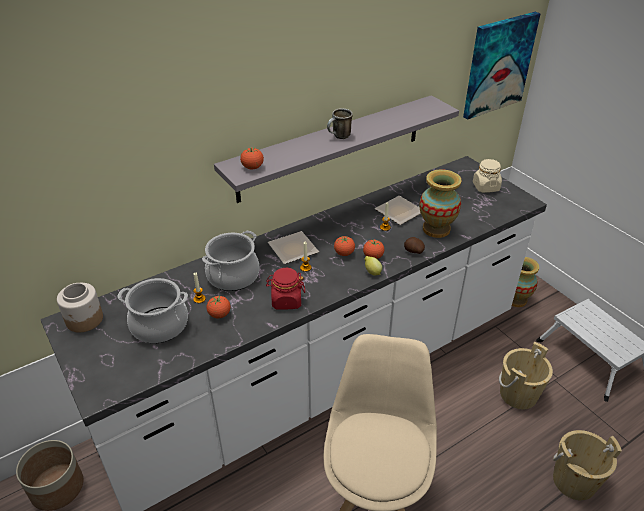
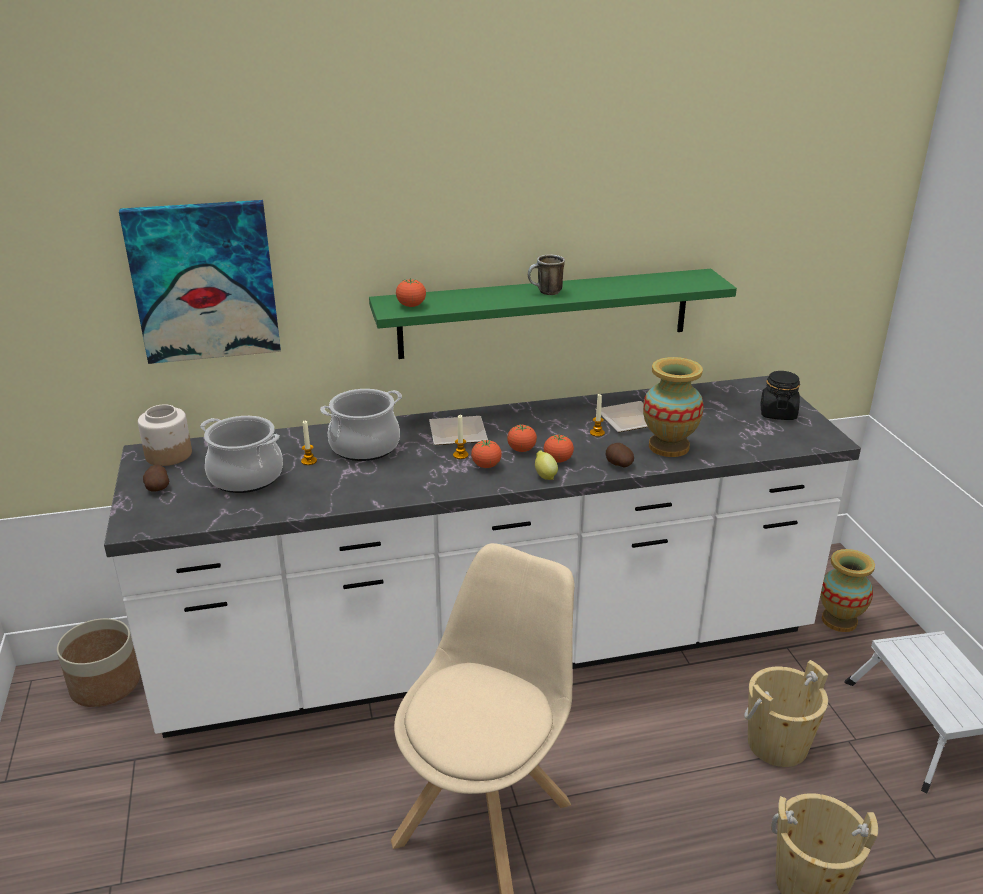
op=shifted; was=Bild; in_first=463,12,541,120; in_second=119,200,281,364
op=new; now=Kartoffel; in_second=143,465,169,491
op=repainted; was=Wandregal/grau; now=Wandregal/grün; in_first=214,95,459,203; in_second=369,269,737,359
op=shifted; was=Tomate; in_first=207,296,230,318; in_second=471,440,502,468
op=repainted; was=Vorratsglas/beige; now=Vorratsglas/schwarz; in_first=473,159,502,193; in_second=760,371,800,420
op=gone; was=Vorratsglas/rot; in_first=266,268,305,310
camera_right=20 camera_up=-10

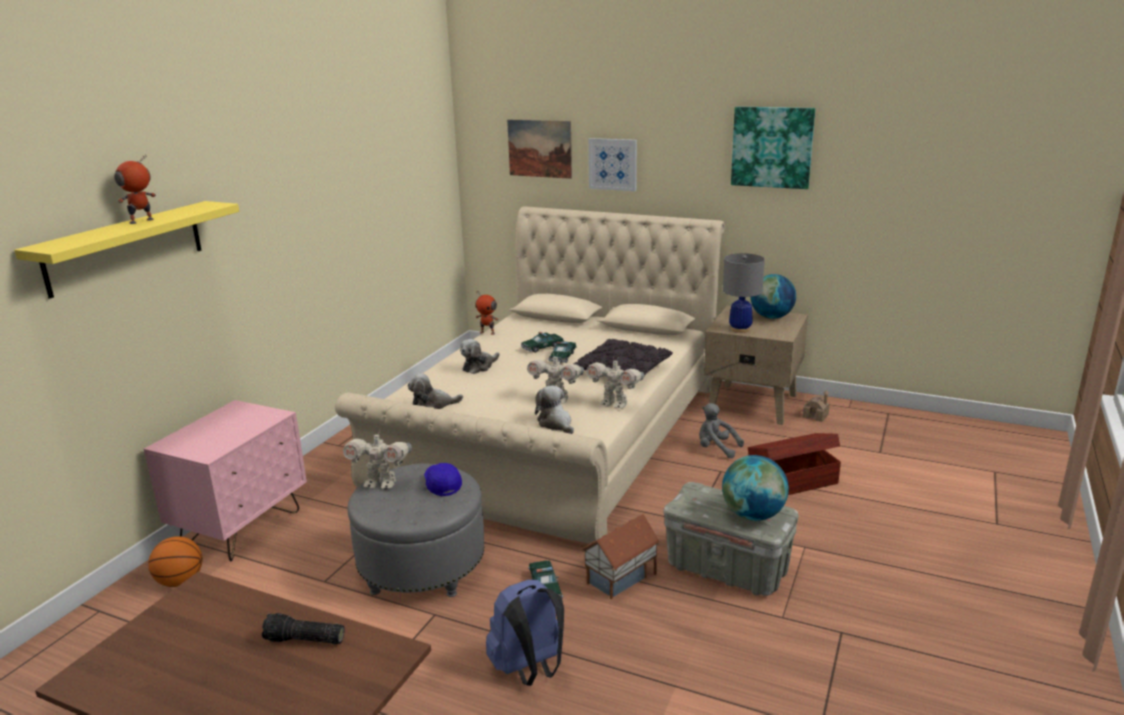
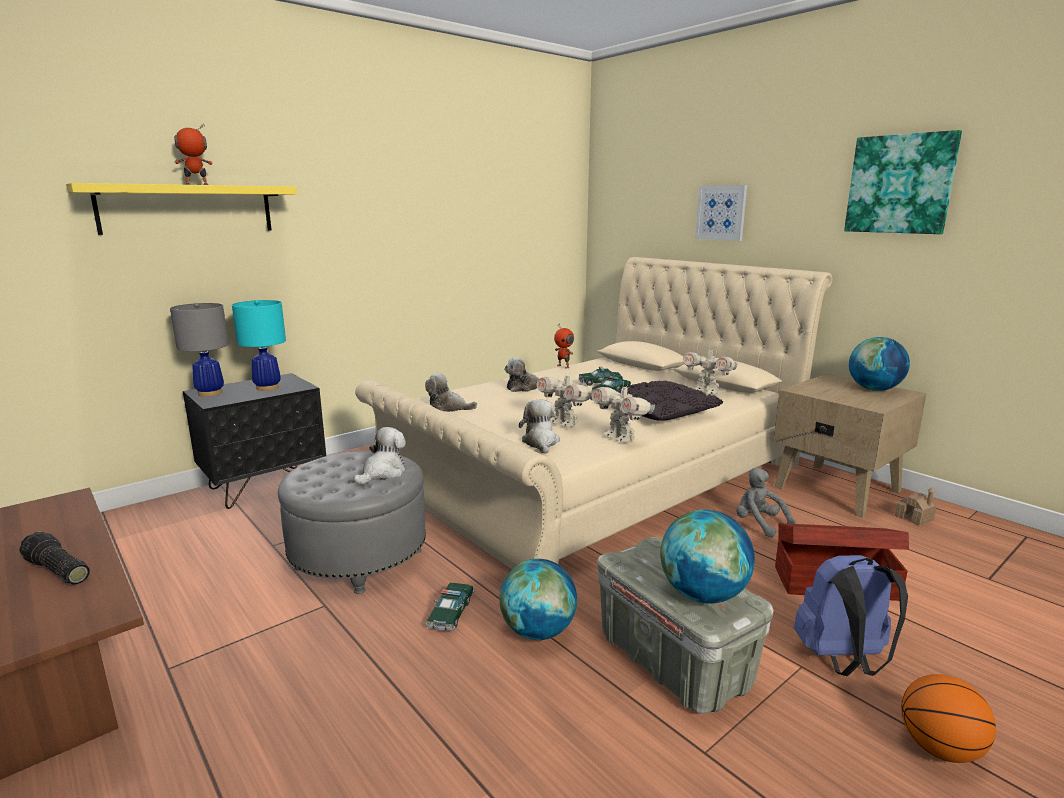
op=shifted; was=Tischlampe/grau; in_first=723,253,765,333; in_second=170,302,229,397
op=repainted; was=Nachttisch/rosa; now=Nachttisch/schwarz; in_first=144,400,307,561; in_second=183,373,326,509
op=new; now=Tischlampe/türkis; in_second=232,299,286,391
op=swapped; was=Kappe/blau; now=Plüschtier; in_first=424,463,462,497; in_second=353,427,406,485
op=swapped; was=Spielzeughaus; now=Globus; in_first=581,514,660,599; in_second=499,559,577,640
op=shifted; was=Spielzeugroboter; in_first=343,430,412,489; in_second=683,347,737,394
op=shifted; was=Rucksack/blau; in_first=486,580,564,686; in_second=794,555,908,676
op=shifted; was=Basketball; in_first=148,536,203,587; in_second=901,674,996,763
op=gone; was=Bild; in_first=507,120,572,179
camera_right=25 camera_up=-5

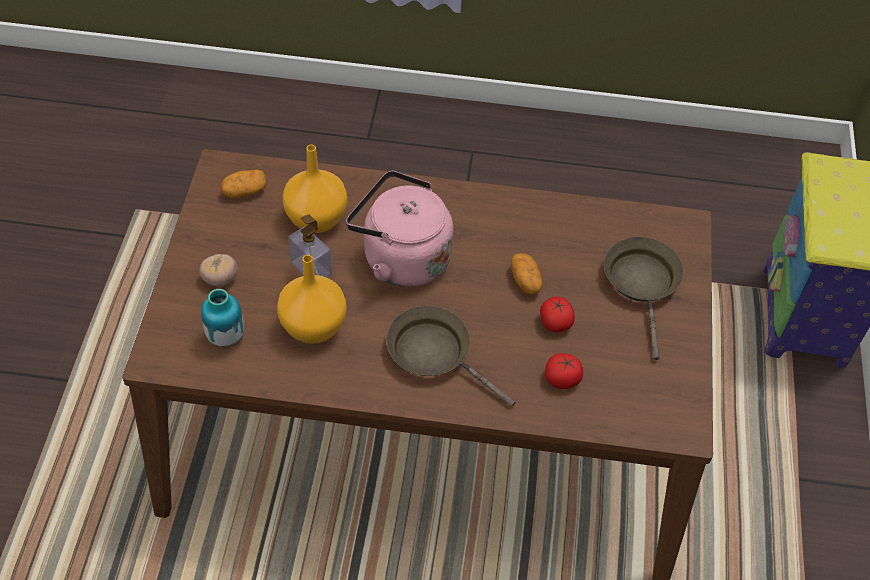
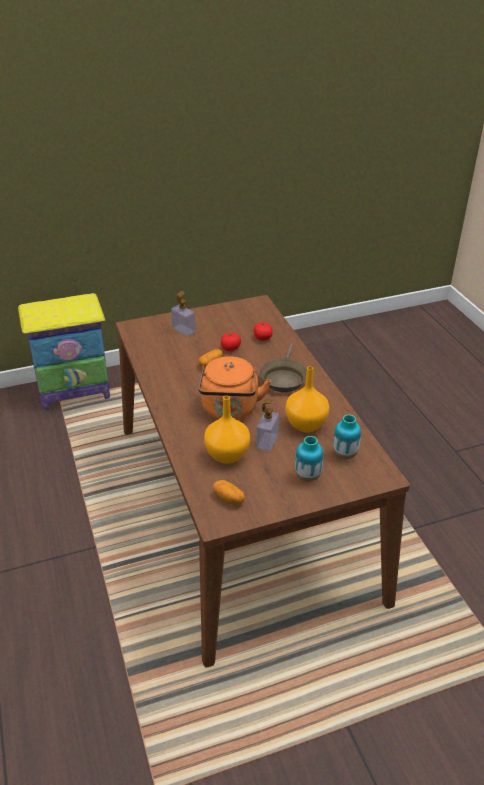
op=swapped; was=Pfanne/braun; now=Seifenspender; in_first=604,237,683,360; in_second=171,291,196,336
op=repainted; was=Wasserkessel/rosa; now=Wasserkessel/orange; in_first=346,170,453,287; in_second=199,356,271,420
op=swapped; was=Tomate; now=Vase; in_first=199,254,238,287; in_second=295,436,323,482
camera_right=-115 camera_up=-15

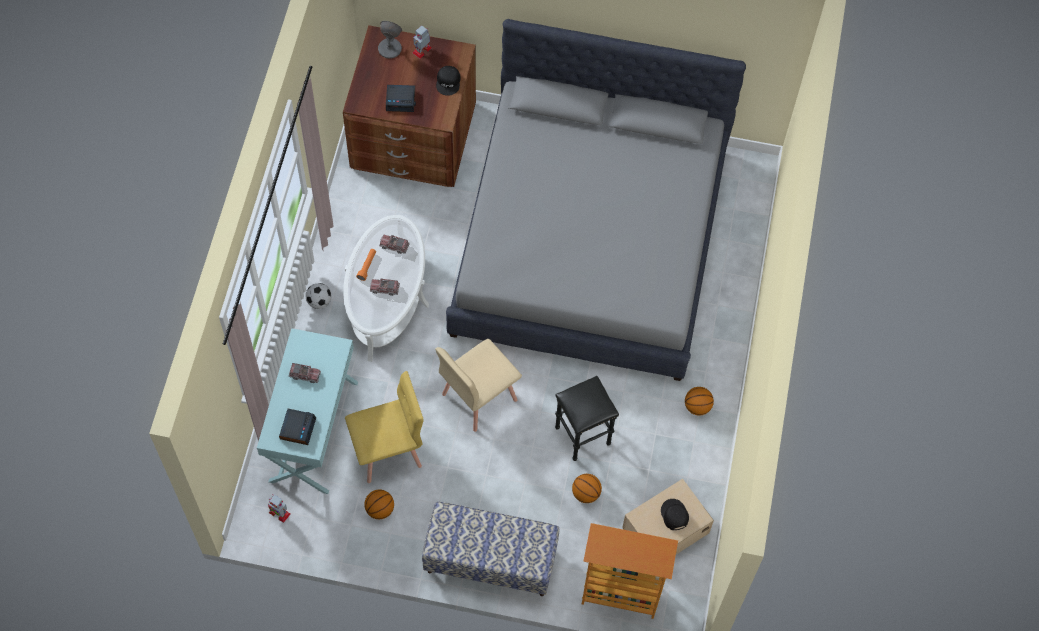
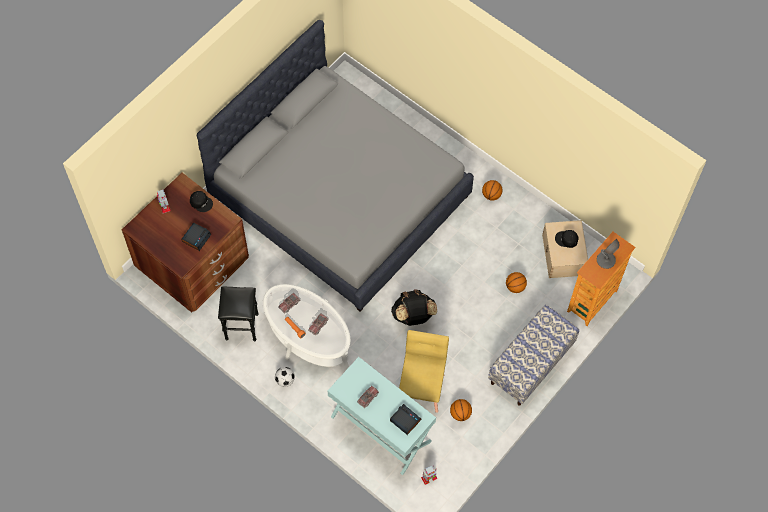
op=shifted; was=Hocker/schwarz; in_first=555,376,619,461; in_second=218,287,259,341
op=swapped; was=Stuhl/beige; now=Rucksack/schwarz; in_first=435,339,522,432; in_second=391,289,437,326
op=shifted; was=Tischlampe/grau; in_first=378,21,402,59; in_second=597,239,620,269
camera_right=-60 camera_up=0

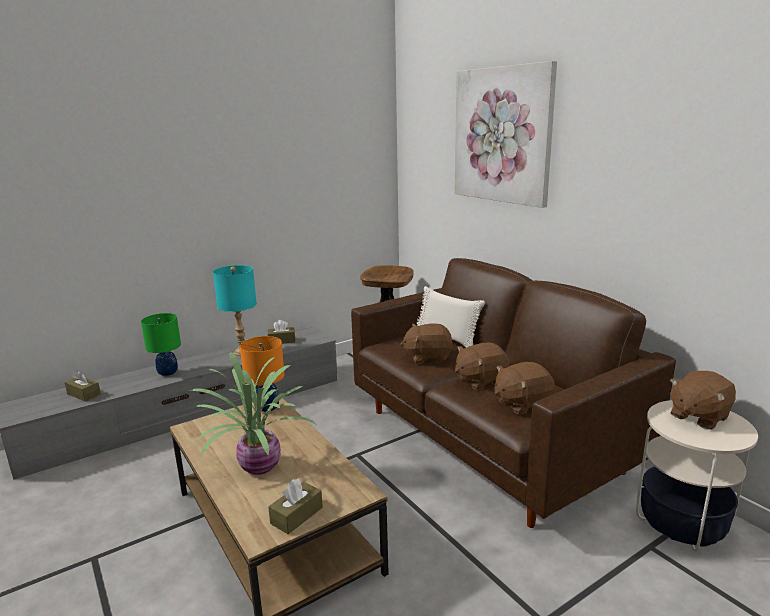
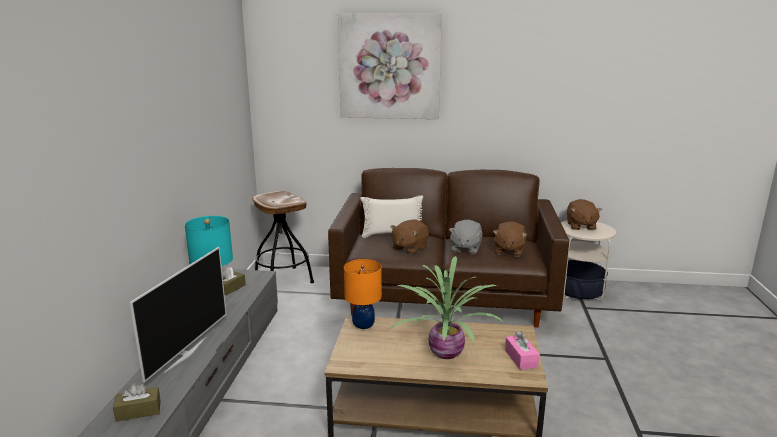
op=swapped; was=Tischlampe/grün; now=Fernseher; in_first=141,313,181,376; in_second=130,247,227,383
op=repainted; was=Plüschtier/braun; now=Plüschtier/grau; in_first=455,343,510,390; in_second=449,220,482,254
op=repainted; was=Taschentuchbox/braun; now=Taschentuchbox/rosa; in_first=268,479,323,534; in_second=505,331,539,370
camera_right=-50 camera_up=0

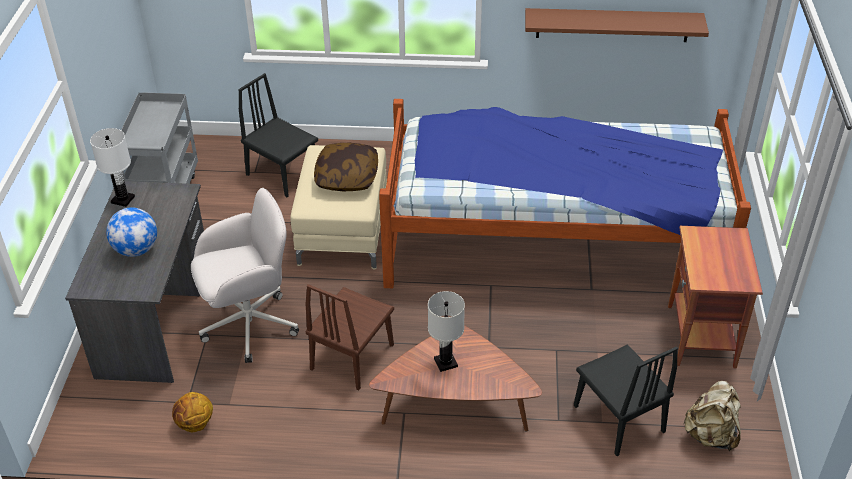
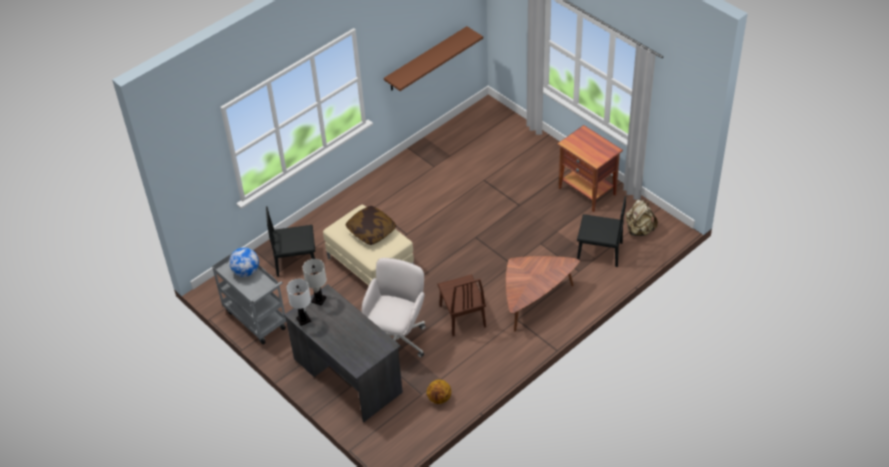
op=shifted; was=Globus; in_first=106,207,157,257; in_second=229,247,259,277
op=shifted; was=Tischlampe/weiß; in_first=428,291,465,372; in_second=303,259,327,306
op=gone; was=Bett; in_first=379,99,751,288
camera_right=-45 camera_up=5

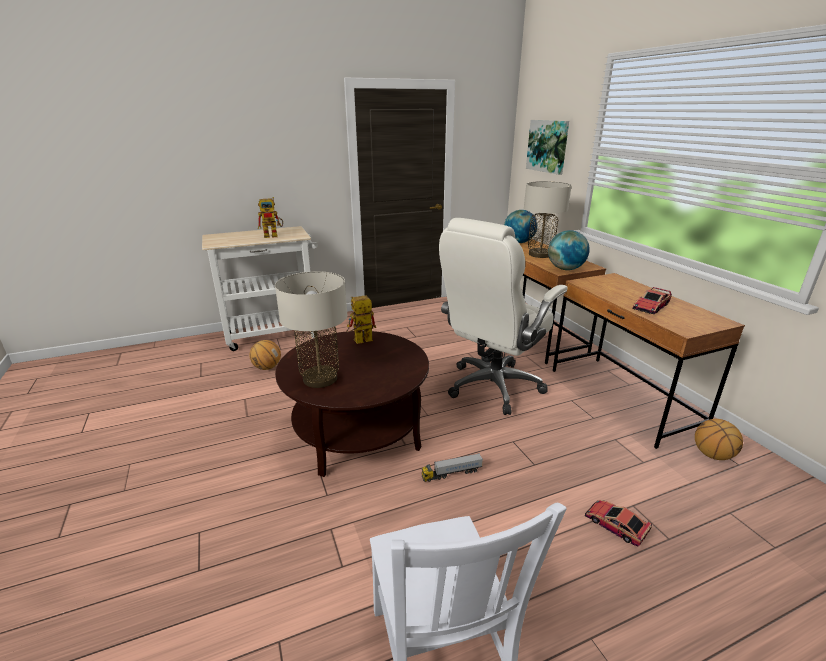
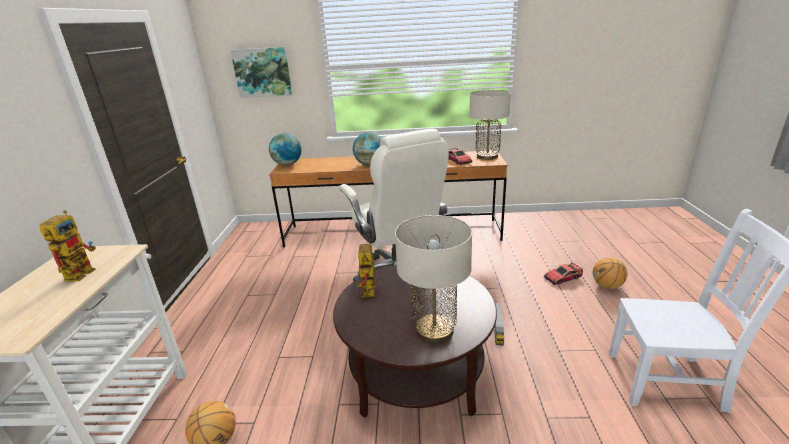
op=shifted; was=Tischlampe; in_first=524,181,572,258; in_second=469,90,511,160
op=shifted; was=Basketball; in_first=695,419,743,460; in_second=593,258,628,289
camera_right=-65 camera_up=0

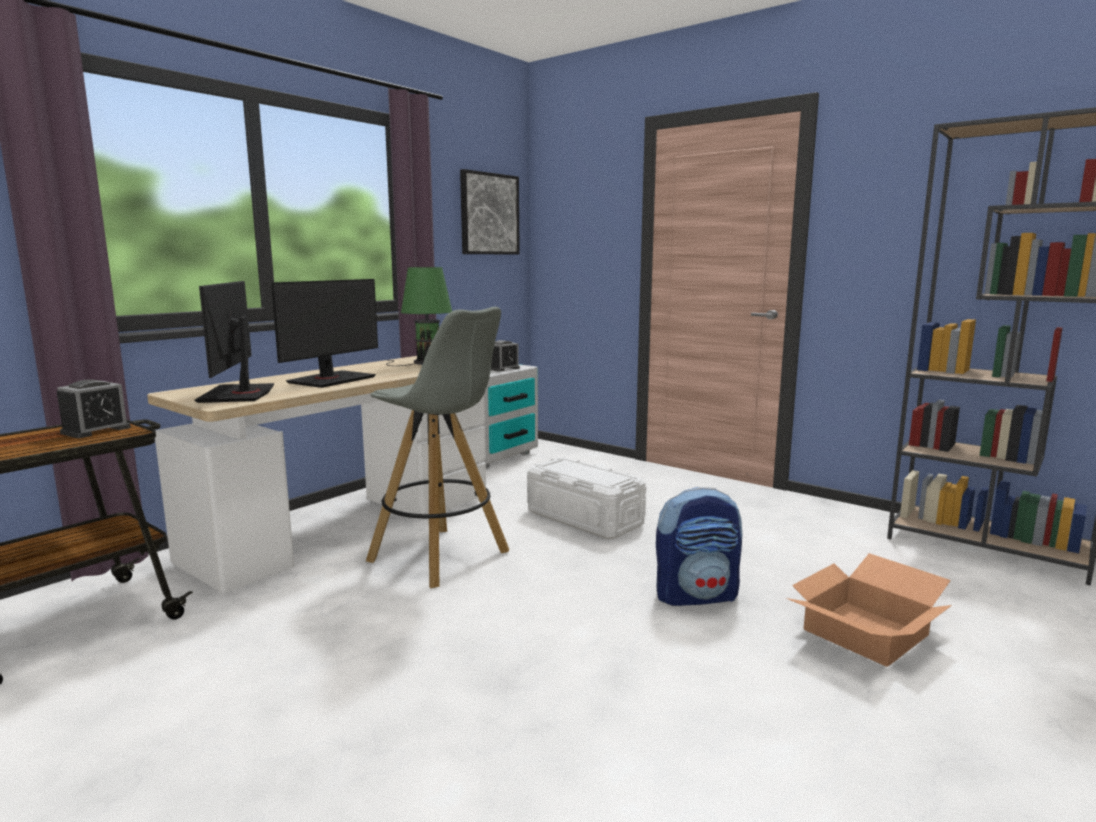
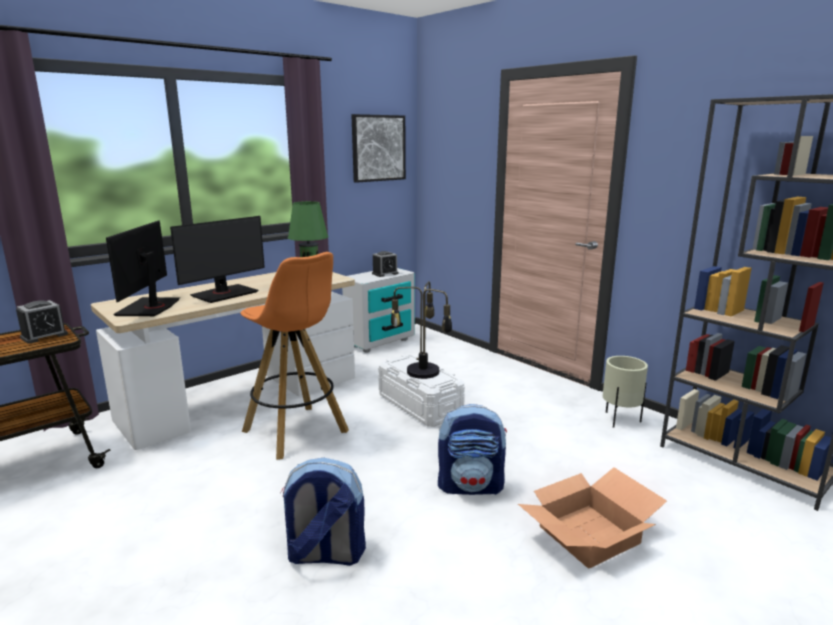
op=repainted; was=Hocker/grau; now=Hocker/orange; in_first=366,307,509,588; in_second=241,252,349,460
op=new; now=Rucksack; in_second=280,458,366,566
op=new; now=Tischlampe; in_second=391,281,452,379
op=new; now=Pflanzkübel/beige; in_second=603,356,648,428
camera_right=10 camera_up=5

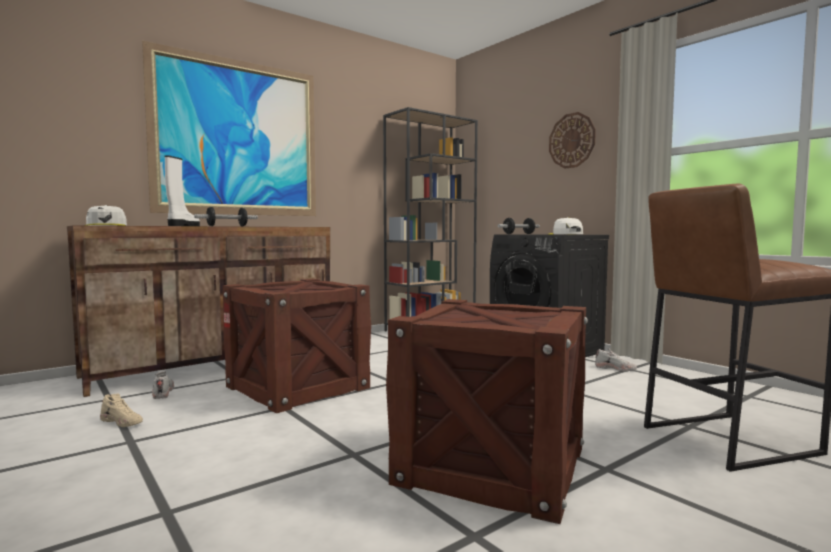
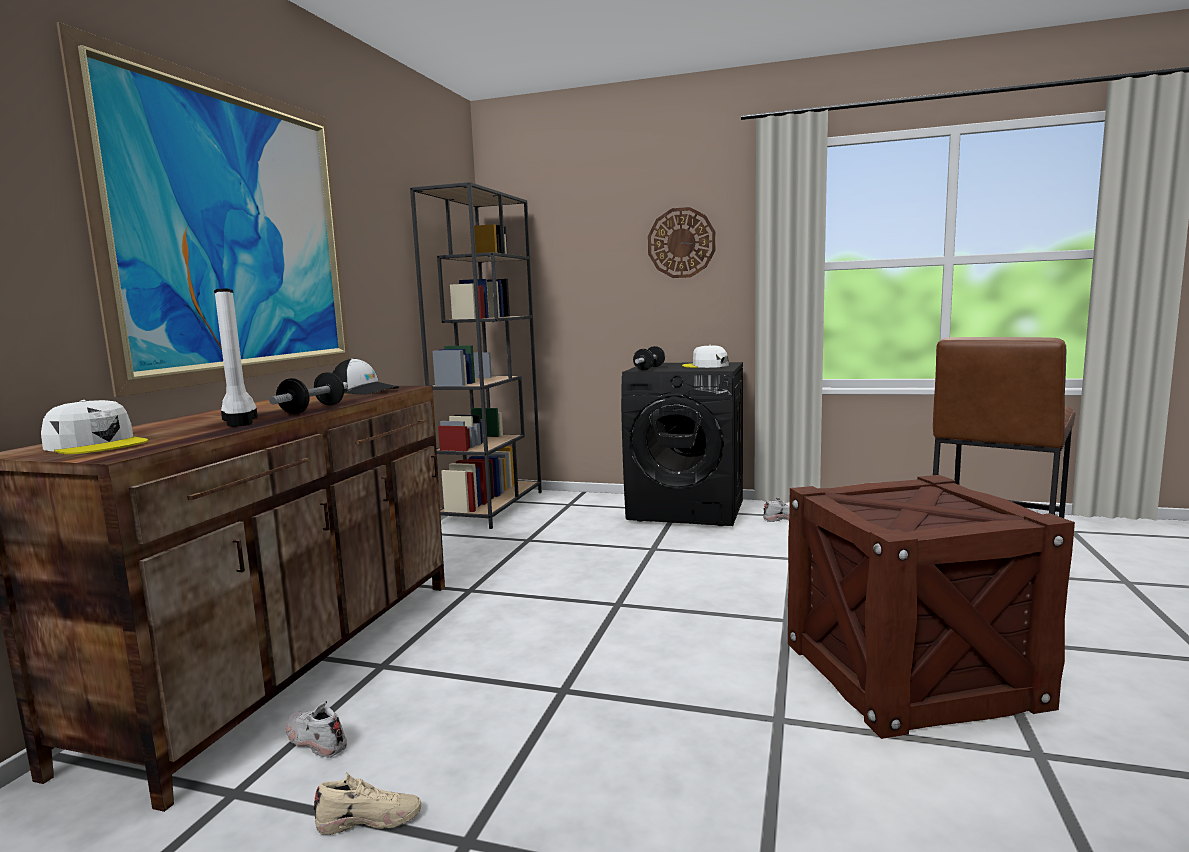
op=new; now=Kappe; in_second=333,358,399,395
op=gone; was=Kiste; in_first=223,279,371,413
camera_right=-35 camera_up=5

